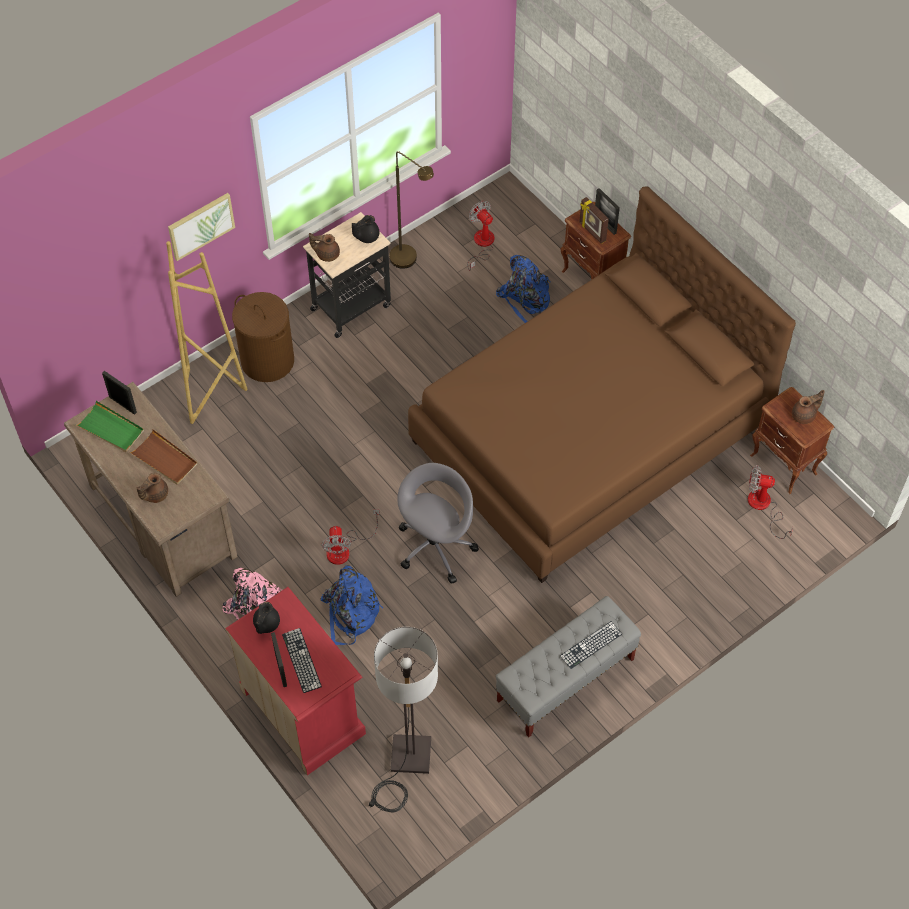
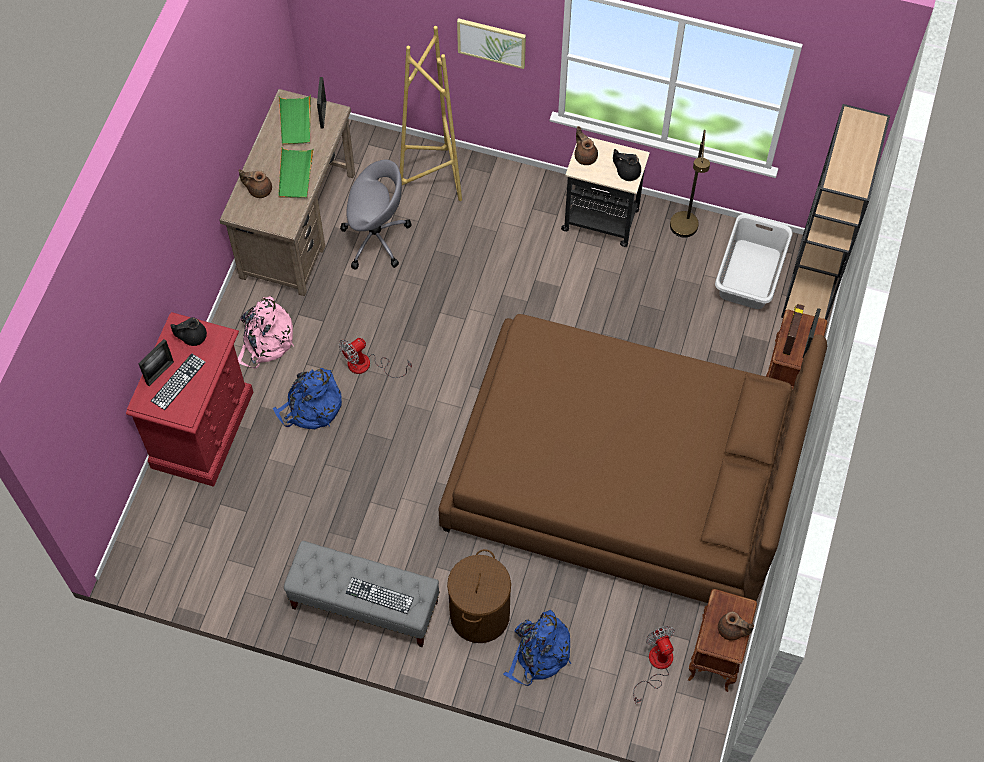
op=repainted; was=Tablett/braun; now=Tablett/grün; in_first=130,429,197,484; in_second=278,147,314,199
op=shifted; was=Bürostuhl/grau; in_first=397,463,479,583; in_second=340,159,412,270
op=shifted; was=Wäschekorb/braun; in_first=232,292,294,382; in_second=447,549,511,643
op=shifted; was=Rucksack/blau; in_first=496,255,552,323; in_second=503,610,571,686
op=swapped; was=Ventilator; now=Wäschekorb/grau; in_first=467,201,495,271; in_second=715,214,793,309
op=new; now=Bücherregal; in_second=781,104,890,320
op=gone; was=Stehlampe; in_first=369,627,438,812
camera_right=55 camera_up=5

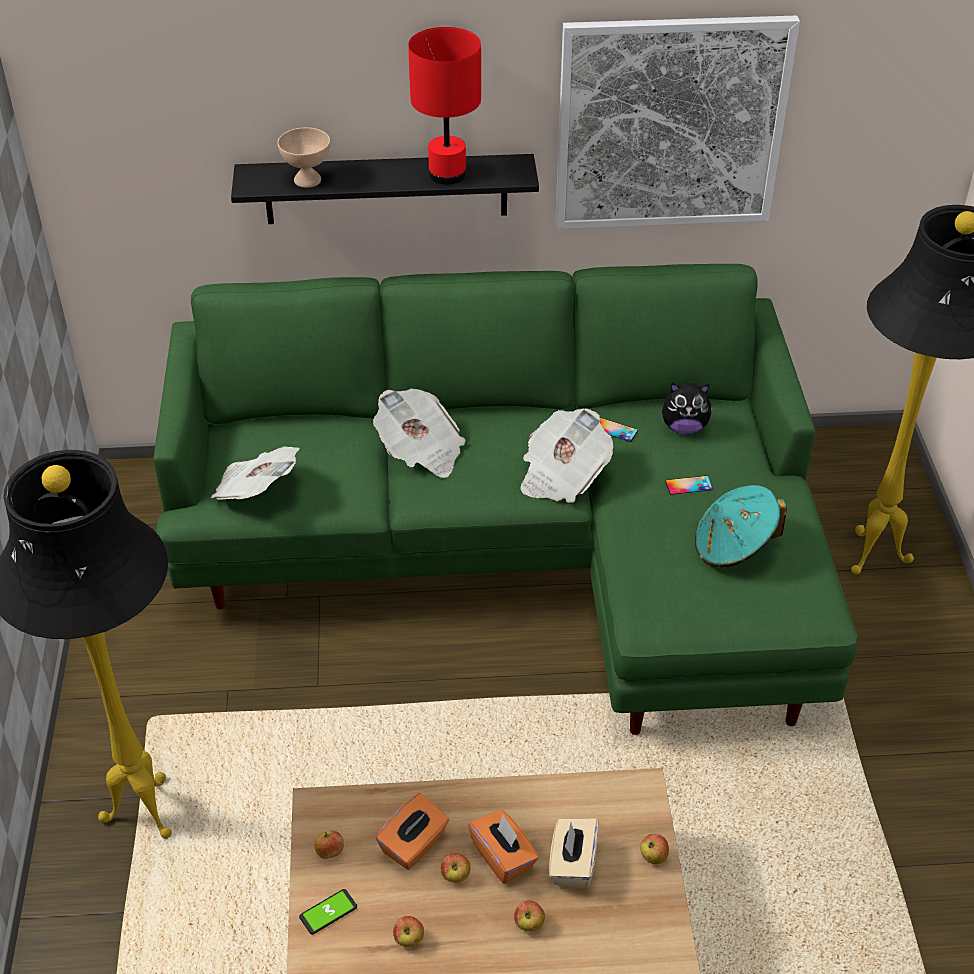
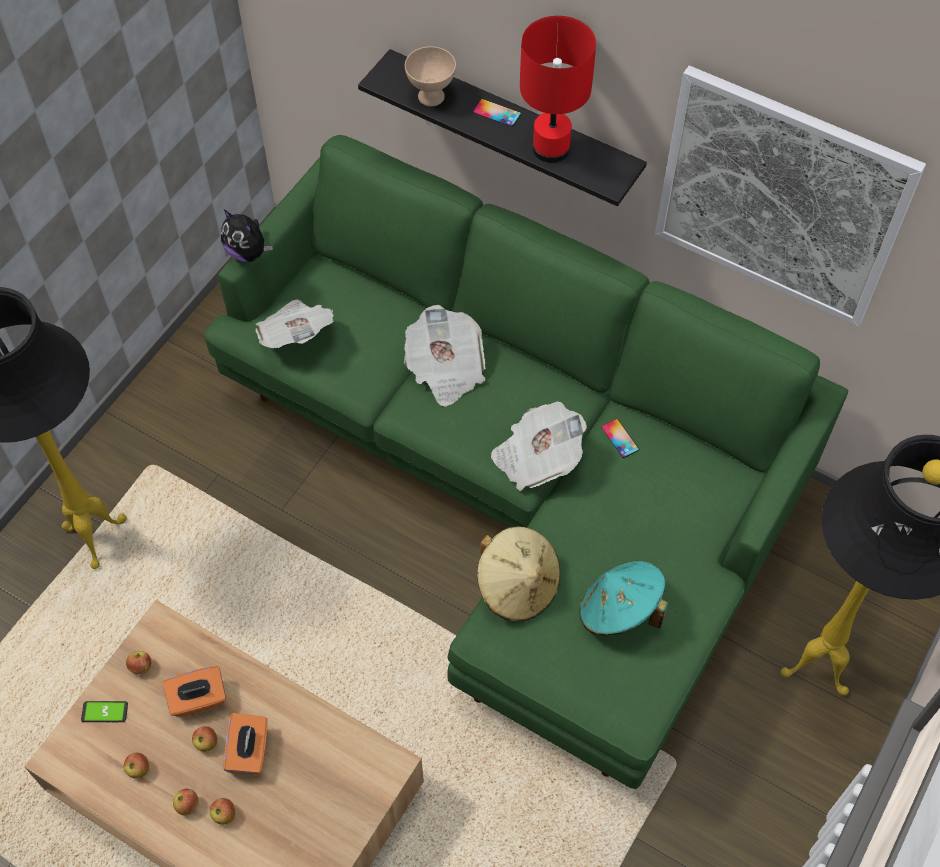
op=shifted; was=Apfel; in_first=640,834,669,864; in_second=173,789,199,816
op=shifted; was=Plüschtier; in_first=662,383,714,434; in_second=221,209,273,262
op=shifted; was=Handy; in_first=666,476,713,495; in_second=473,99,521,127
op=new; now=Hut/beige; in_second=477,526,560,621
op=gone; was=Taschentuchbox/beige; in_first=549,818,599,889
camera_right=35 camera_up=15

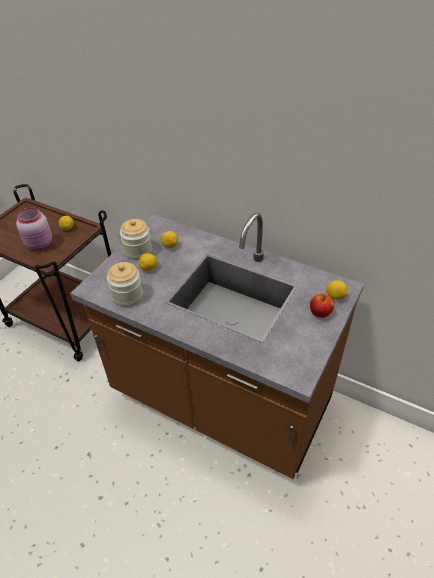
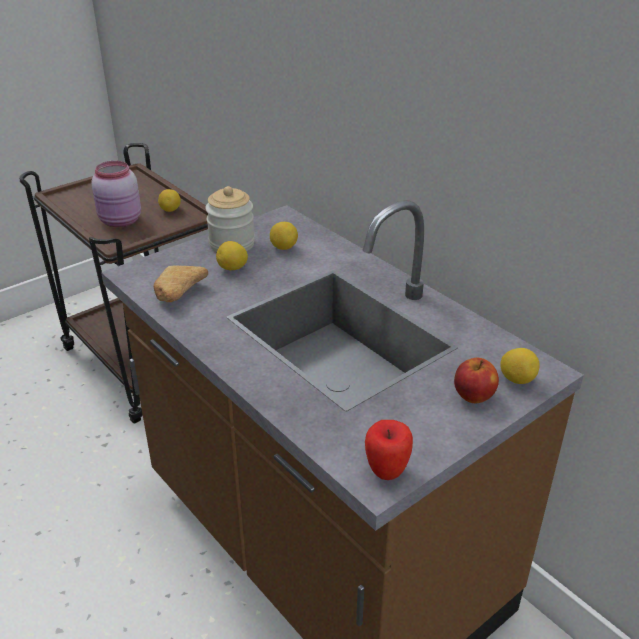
op=swapped; was=Vorratsglas; now=Brot; in_first=107,262,143,307; in_second=154,265,208,302
op=new; now=Apfel; in_second=365,420,413,480
camera_right=20 camera_up=-10

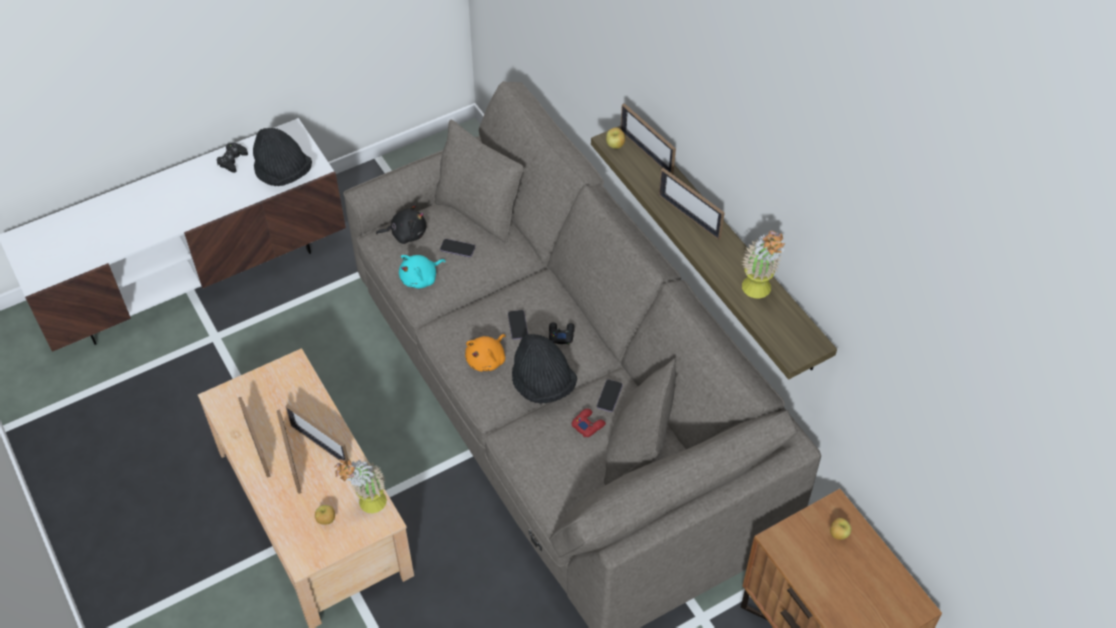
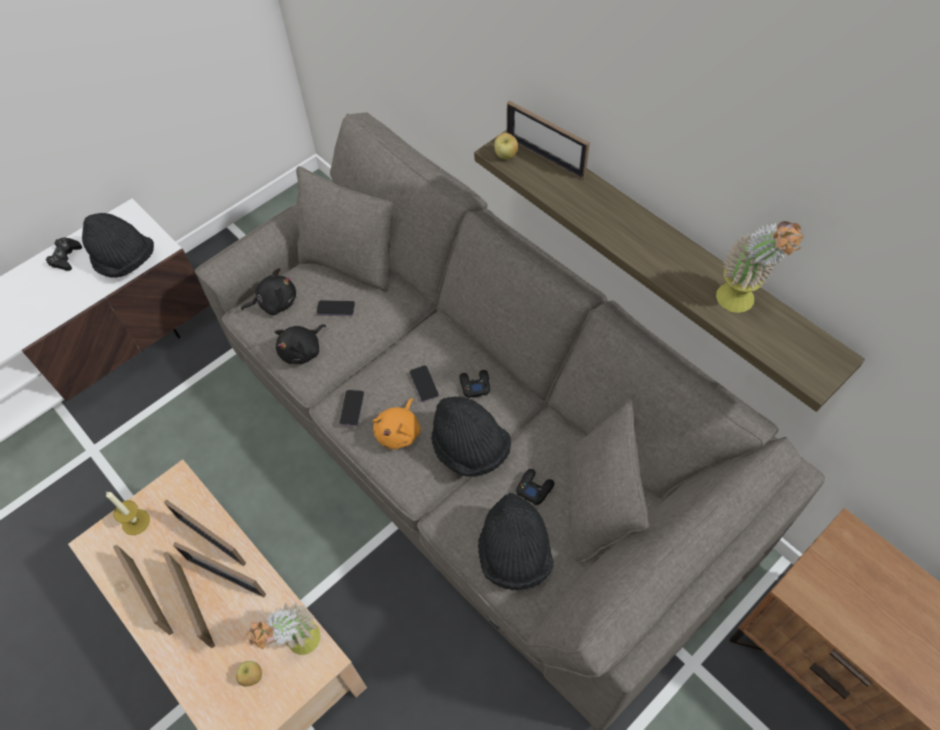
op=new; now=Kerze; in_second=106,492,150,535
op=shifted; was=Bilderrahmen; in_first=659,168,725,240; in_second=164,500,246,566
op=repainted; was=Plüschtier/türkis; now=Plüschtier/schwarz; in_first=399,255,446,288; in_second=275,324,326,364
op=shifted; was=Handy; in_first=597,380,622,412; in_second=339,390,364,426
op=new; now=Hut/schwarz; in_second=478,493,554,590
op=repainted; was=Gamepad/rot; now=Gamepad/schwarz; in_first=572,409,606,437; in_second=516,469,555,505
op=gone; was=Apfel; in_first=830,518,851,540
camera_right=-10 camera_up=5

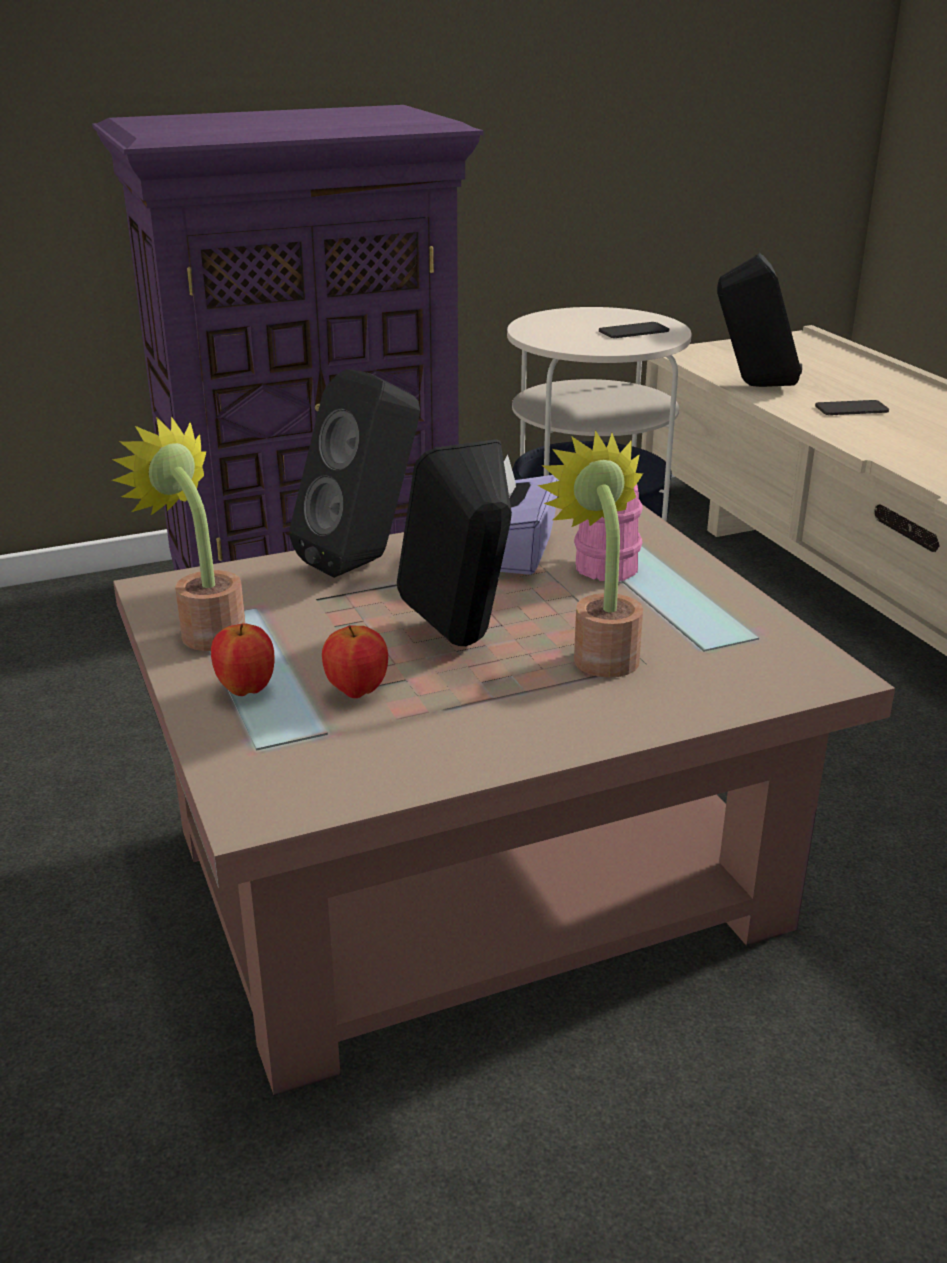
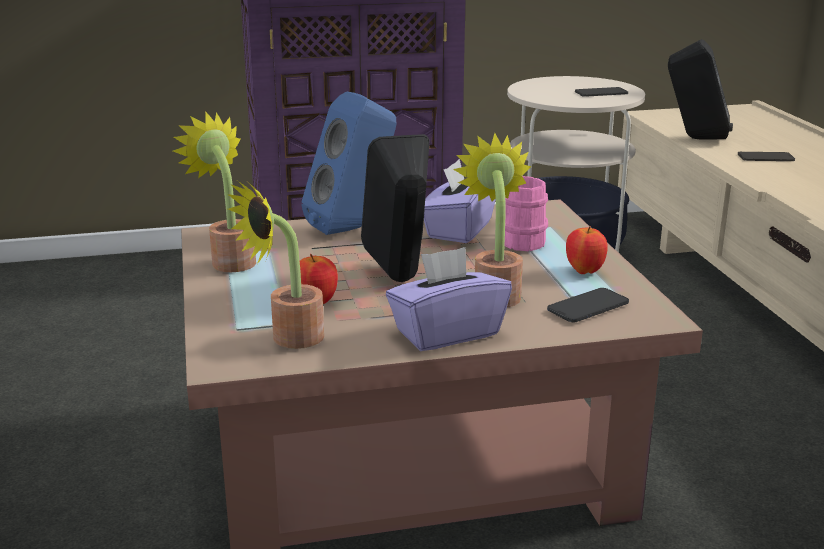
op=new; now=Topfpflanze; in_second=227,181,324,349
op=repainted; was=Lautsprecher/schwarz; now=Lautsprecher/blau; in_first=289,369,420,578; in_second=301,91,396,235
op=new; now=Taschentuchbox/lila; in_second=386,247,512,351
op=new; now=Handy; in_second=547,288,629,322
op=shifted; was=Apfel; in_first=211,623,275,696; in_second=566,226,608,274
camera_right=10 camera_up=-5

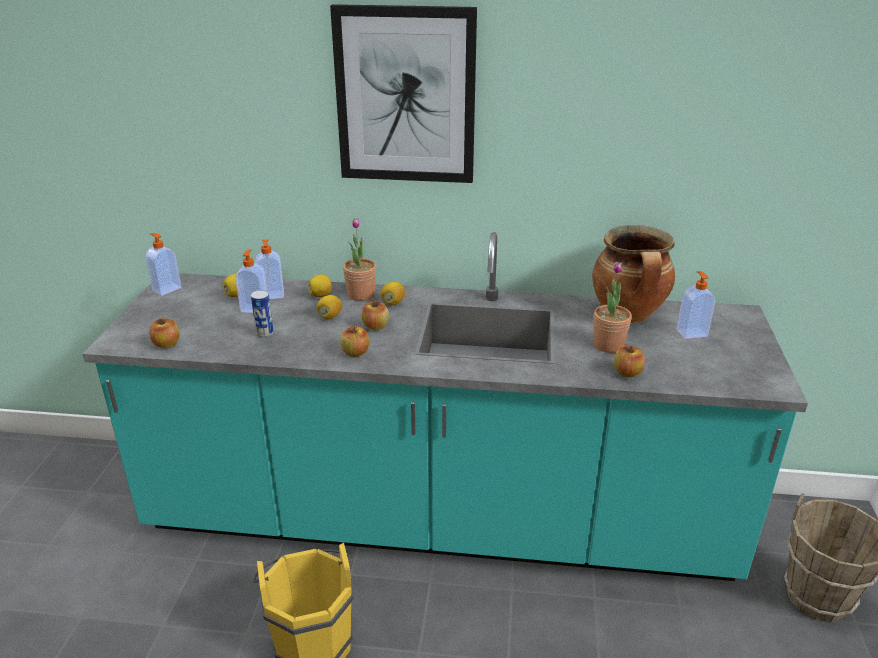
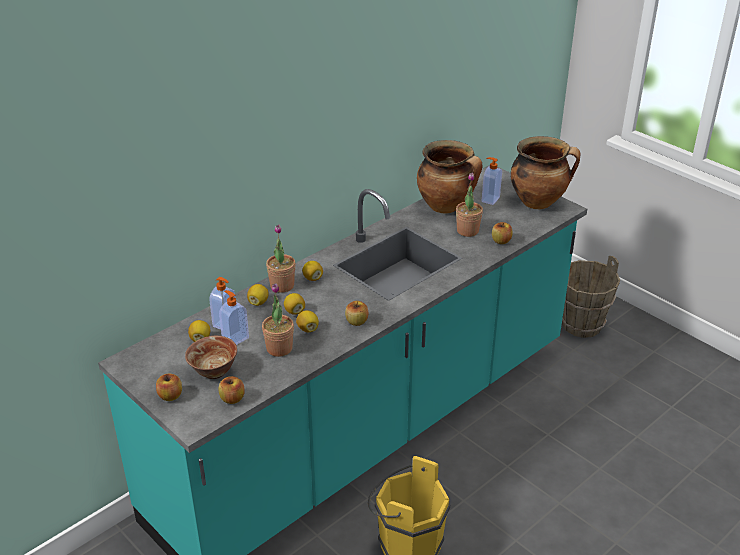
op=shifted; was=Apfel; in_first=362,301,389,330; in_second=156,374,182,401
op=new; now=Schüssel; in_second=185,336,237,379
op=swapped; was=Dose; now=Topfpflanze; in_first=251,290,274,338; in_second=262,283,294,357
op=new; now=Zitrone; in_second=296,310,319,332
op=new; now=Kochtopf; in_second=511,136,580,209
op=gone; was=Seifenspender; in_first=146,233,182,296
op=gone; was=Bild; in_first=330,4,477,183
camera_right=-50 camera_up=5

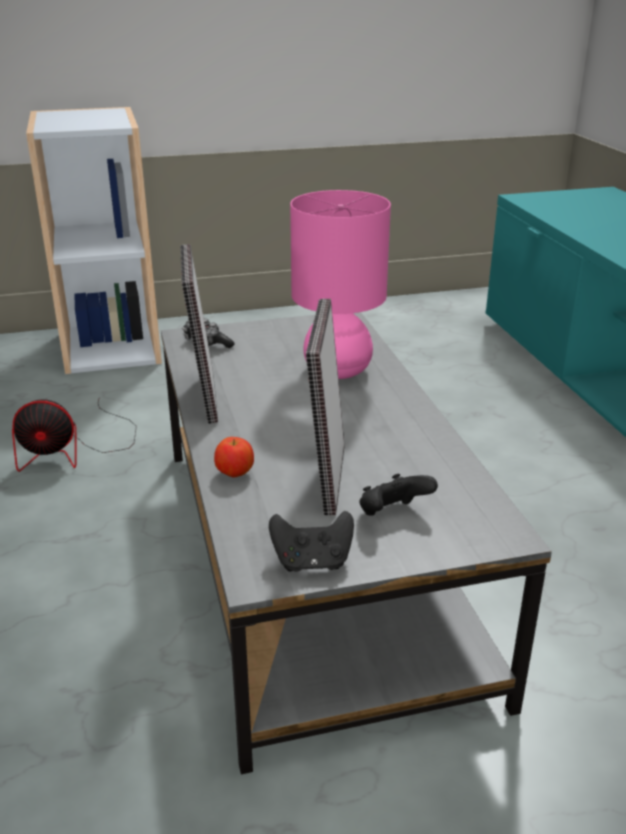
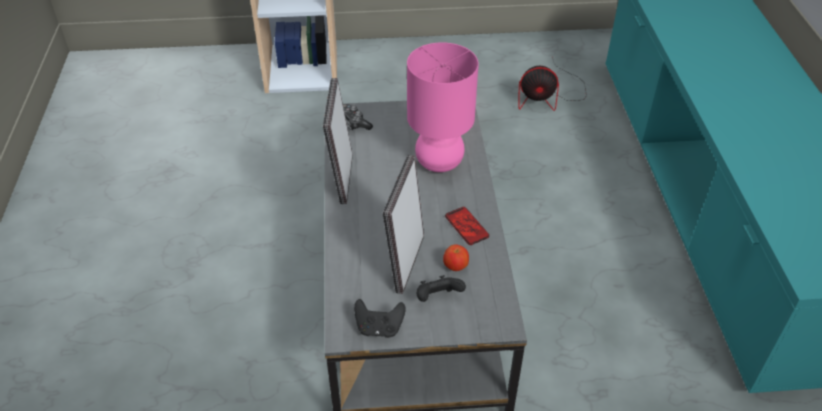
op=shifted; was=Apfel; in_first=214,437,254,478; in_second=443,244,469,271
op=new; now=Handy; in_second=445,207,489,245
op=shifted; was=Ventilator; in_first=12,397,137,472; in_second=518,62,587,111
camera_right=10 camera_up=15

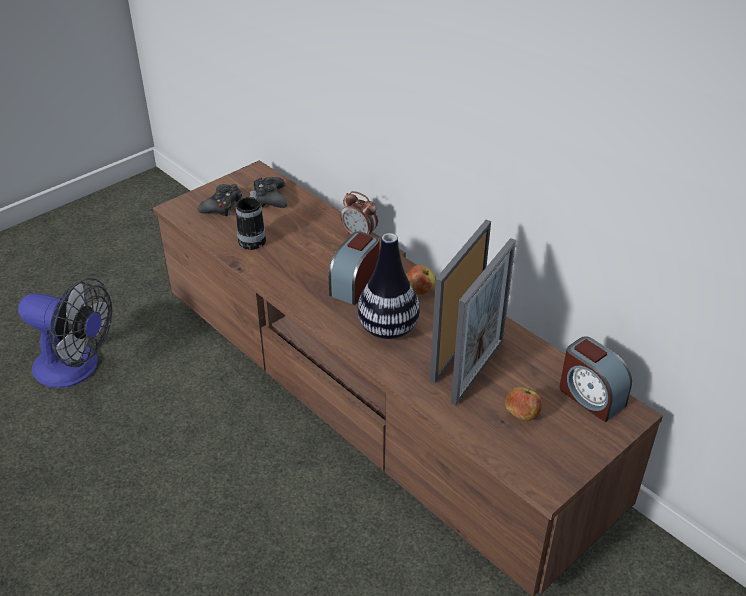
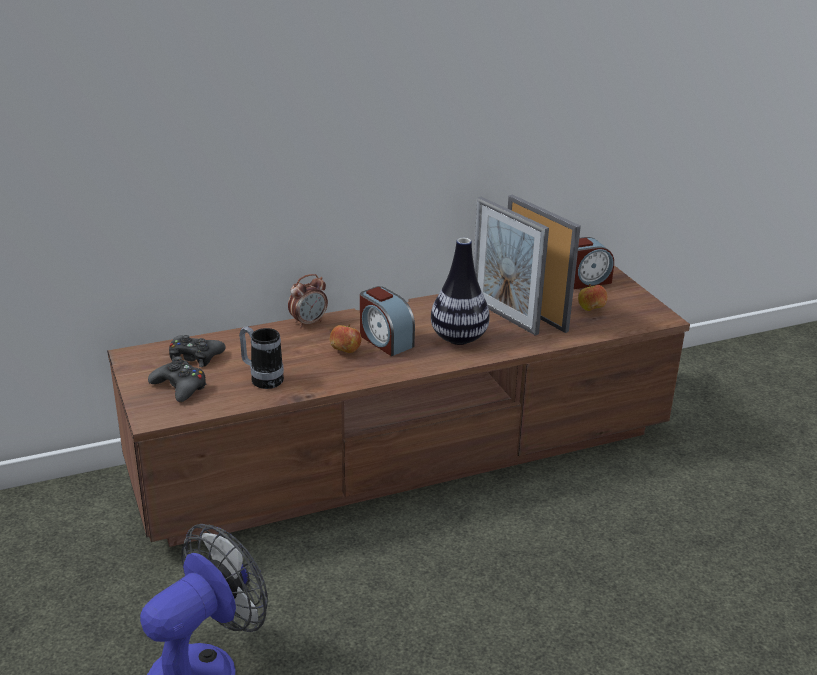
op=shifted; was=Apfel; in_first=406,265,435,295; in_second=330,324,362,353
camera_right=-70 camera_up=-10

